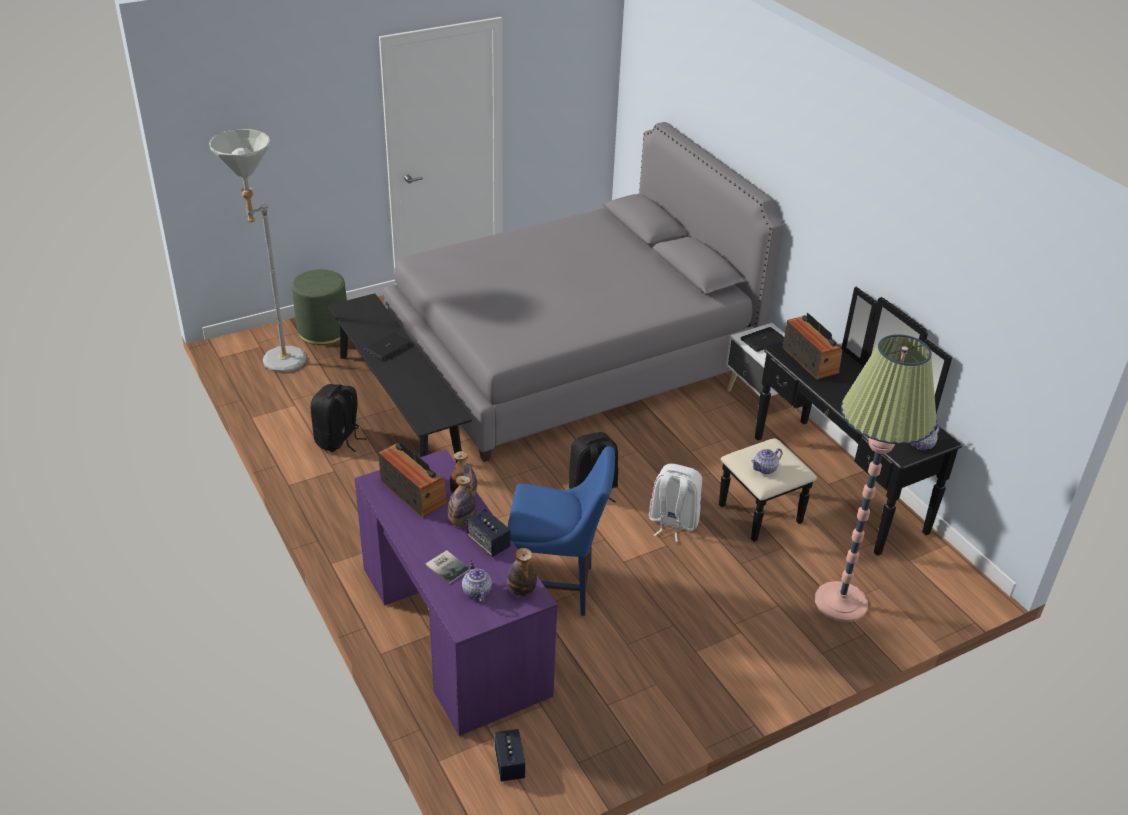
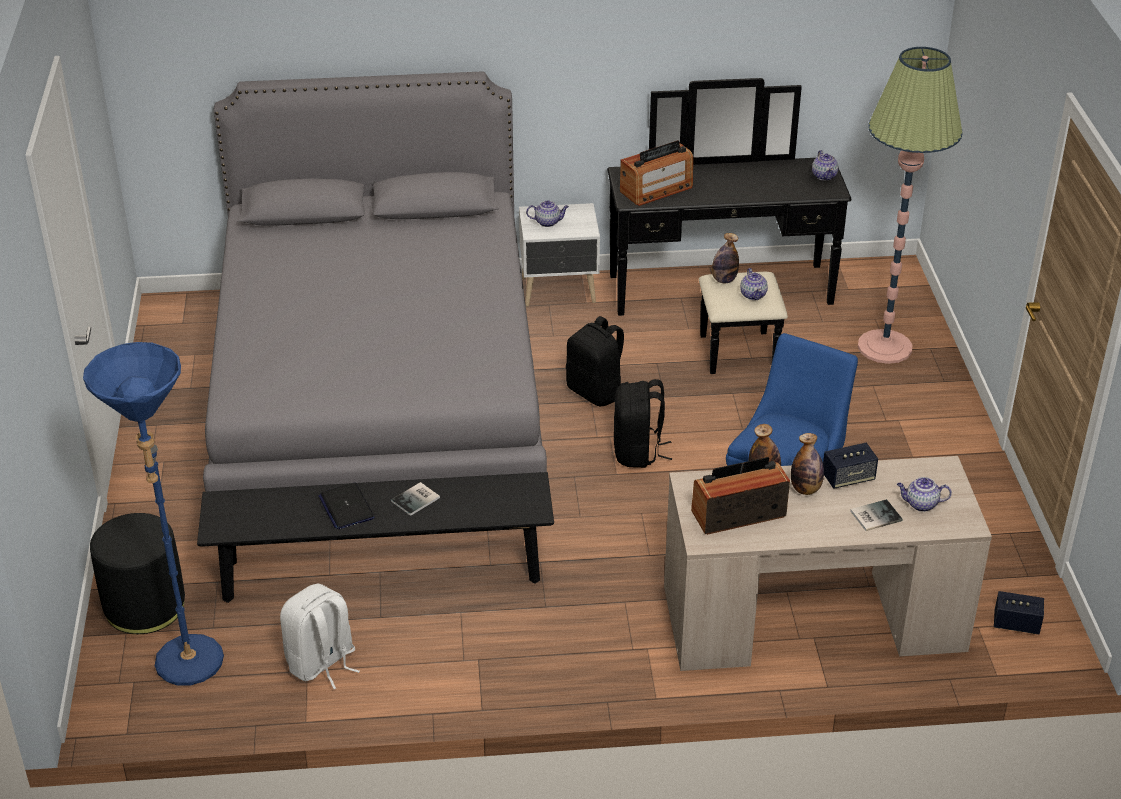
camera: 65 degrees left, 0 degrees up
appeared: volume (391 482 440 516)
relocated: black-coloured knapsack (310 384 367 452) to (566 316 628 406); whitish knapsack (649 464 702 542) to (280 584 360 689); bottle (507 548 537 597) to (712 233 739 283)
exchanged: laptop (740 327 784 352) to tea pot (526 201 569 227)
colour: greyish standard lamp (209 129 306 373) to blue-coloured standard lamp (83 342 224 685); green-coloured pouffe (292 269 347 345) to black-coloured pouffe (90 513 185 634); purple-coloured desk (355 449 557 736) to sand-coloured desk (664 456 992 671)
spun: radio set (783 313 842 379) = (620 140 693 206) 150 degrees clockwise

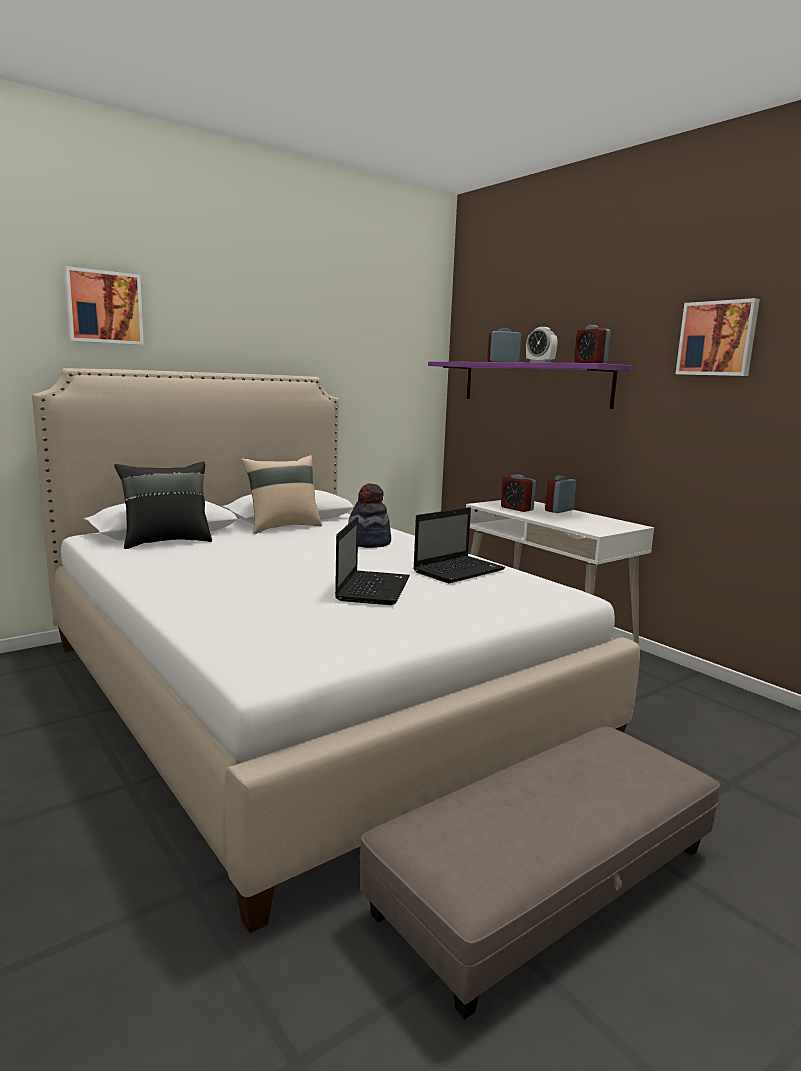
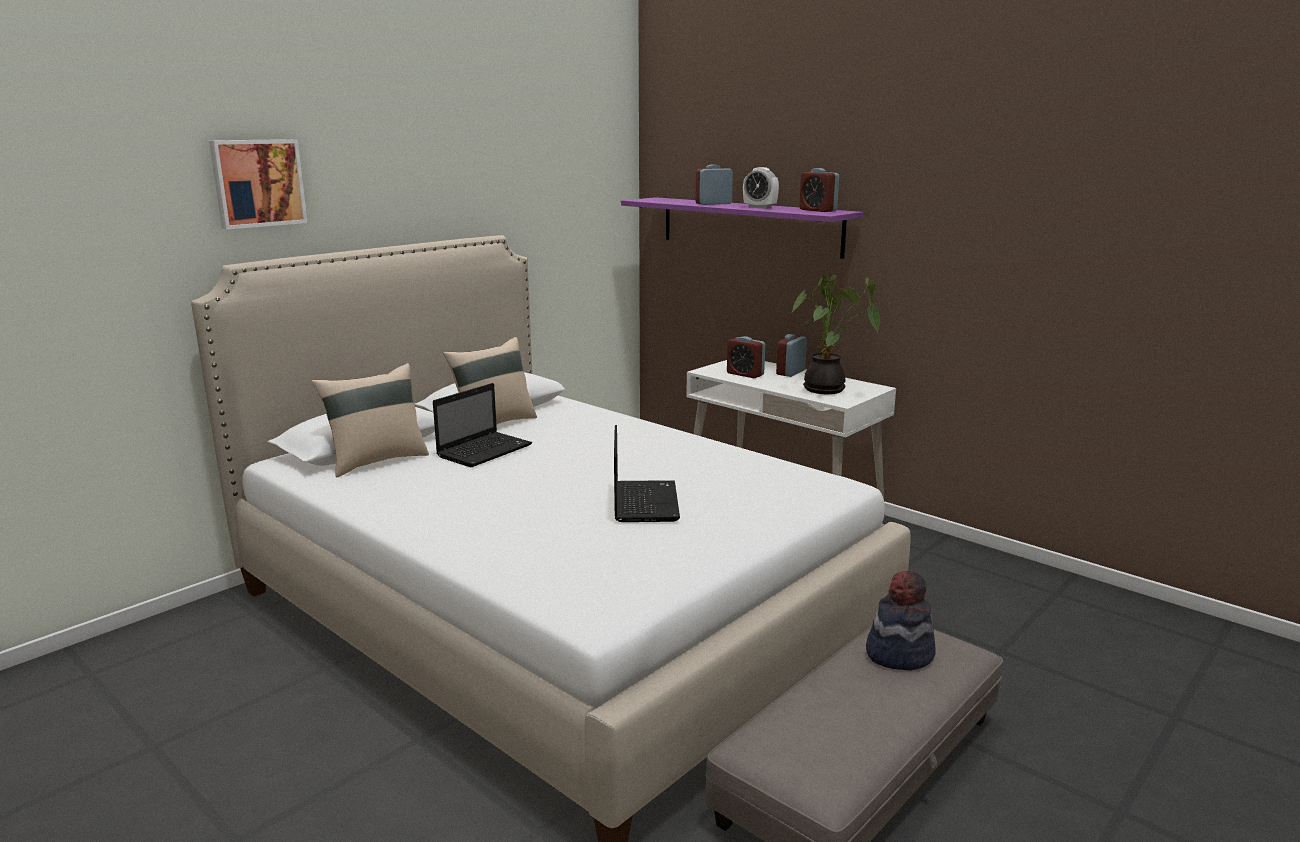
camera: 10 degrees left, 5 degrees up
missing: picture (676 298 760 376)
appeared: potted plant (791 275 880 394)
relocated: hat (348 483 391 548) to (866 571 936 670); laptop (413 507 505 583) to (433 383 532 467)
colour: black-coloured throw pillow (114 461 212 549) to sand-coloured throw pillow (312 363 429 477)

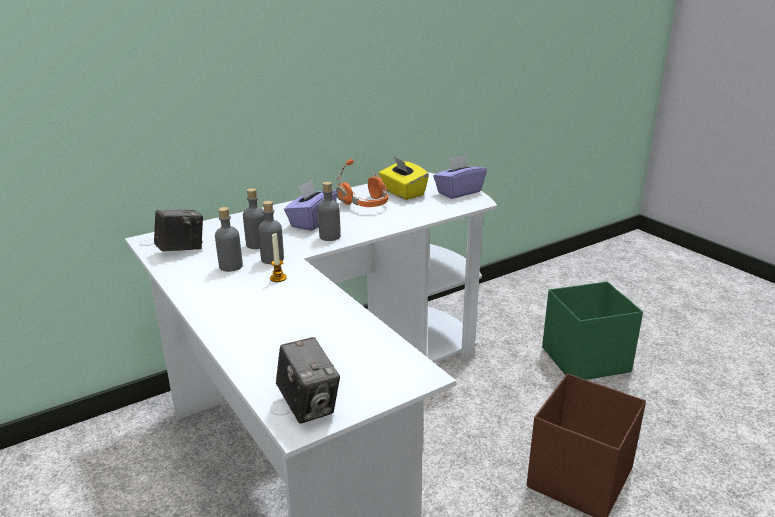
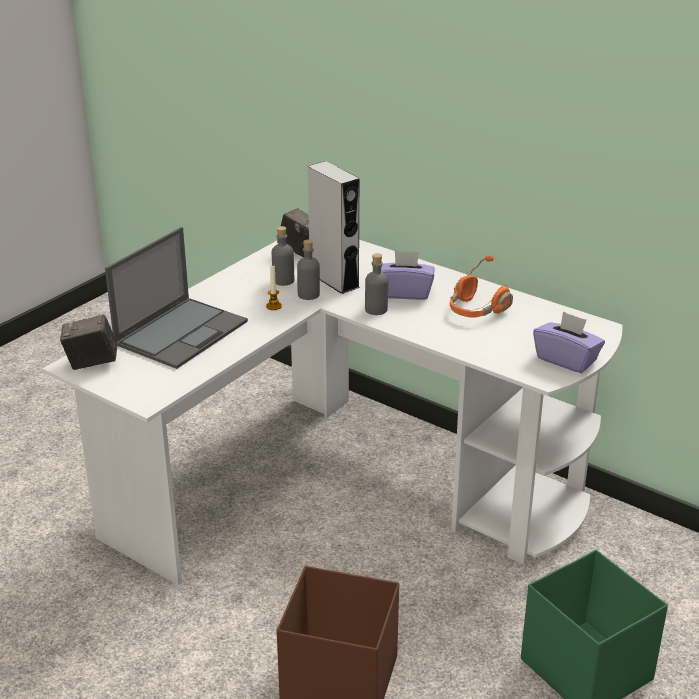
camera: 70 degrees right, 5 degrees up
missing: yellowish box of tissues (379 157 429 200)
appeared: laptop (105 227 248 369)
exchanged: greyish bottle (243 188 265 249) to greyish speaker (308 161 360 294)
spun: photo camera (276 337 340 424) = (60 315 117 370) 45 degrees clockwise

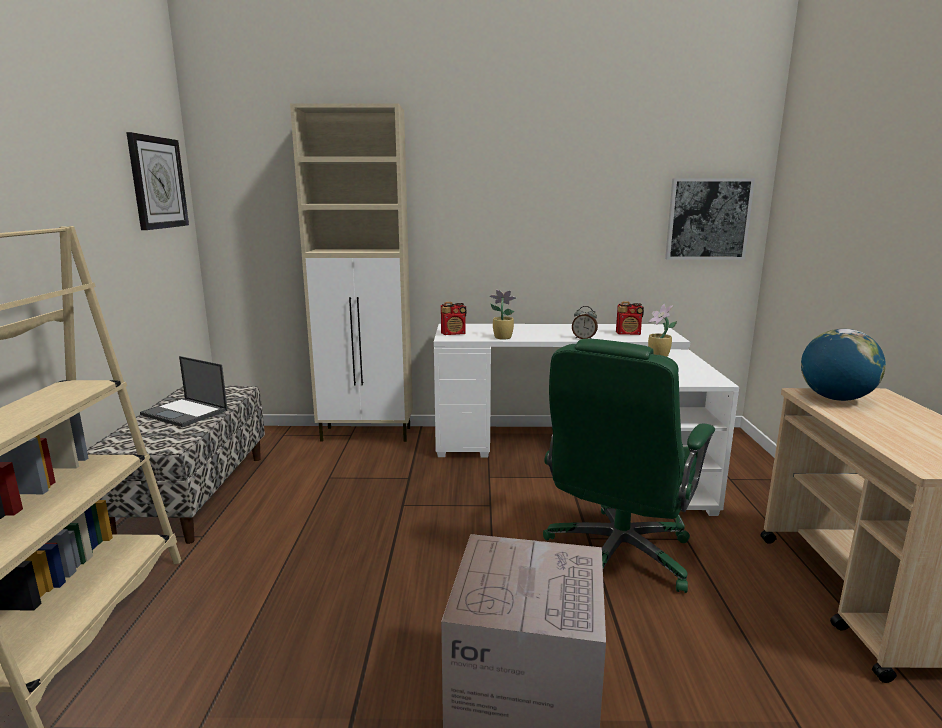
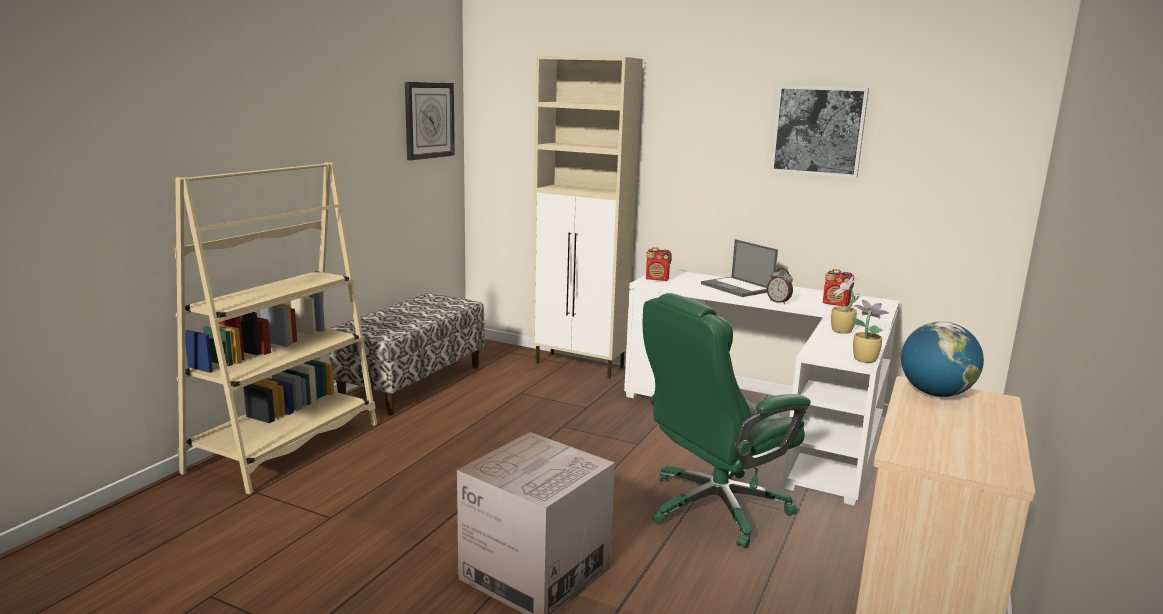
camera: 25 degrees right, 0 degrees up
relocated: picture (665 178 755 260) to (770 85 869 178); potted plant (489 290 516 340) to (853 300 890 363); laptop (140 356 228 427) to (701 239 778 297)

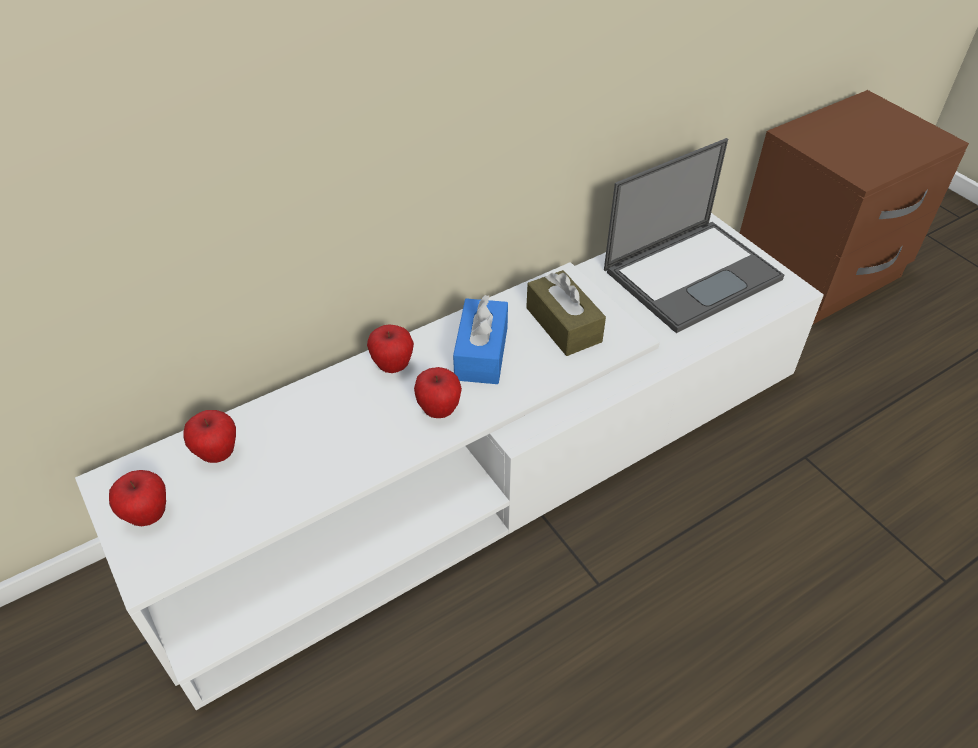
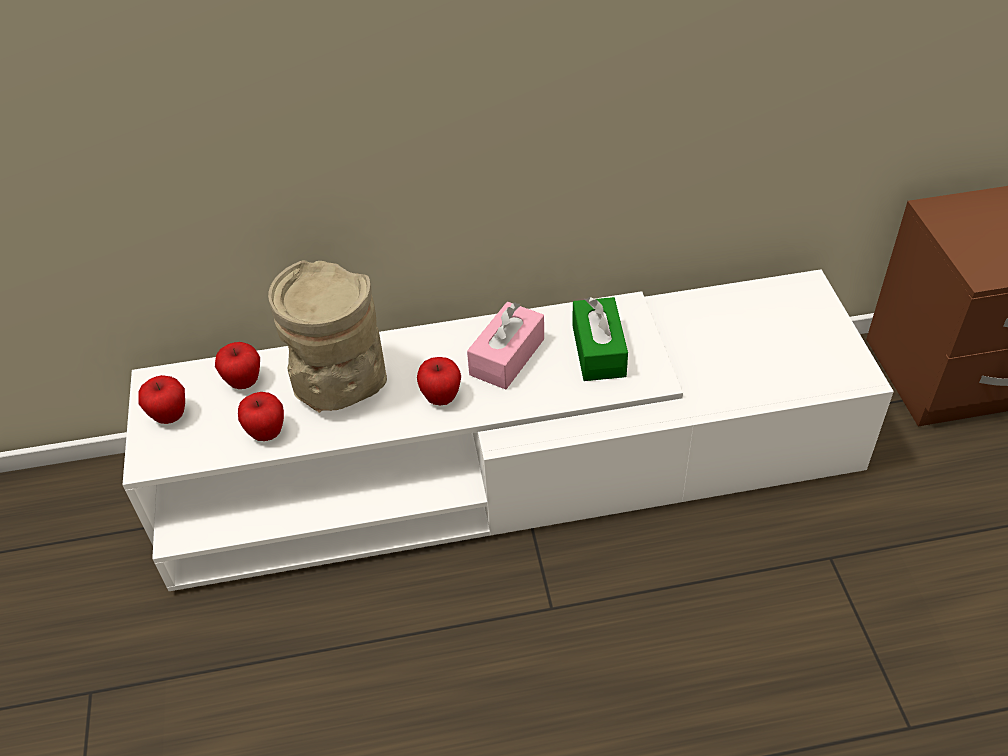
camera: 25 degrees right, 0 degrees up
missing: laptop (604 138 784 333)
appeared: sand-coloured vase (268 260 387 413)
relocated: apple fruit (367 324 414 373) to (238 392 284 441)
colour: brownish box of tissues (526 270 606 356) to green-coloured box of tissues (572 297 628 381); blue-coloured box of tissues (453 295 508 384) to pinkish box of tissues (467 302 544 389)

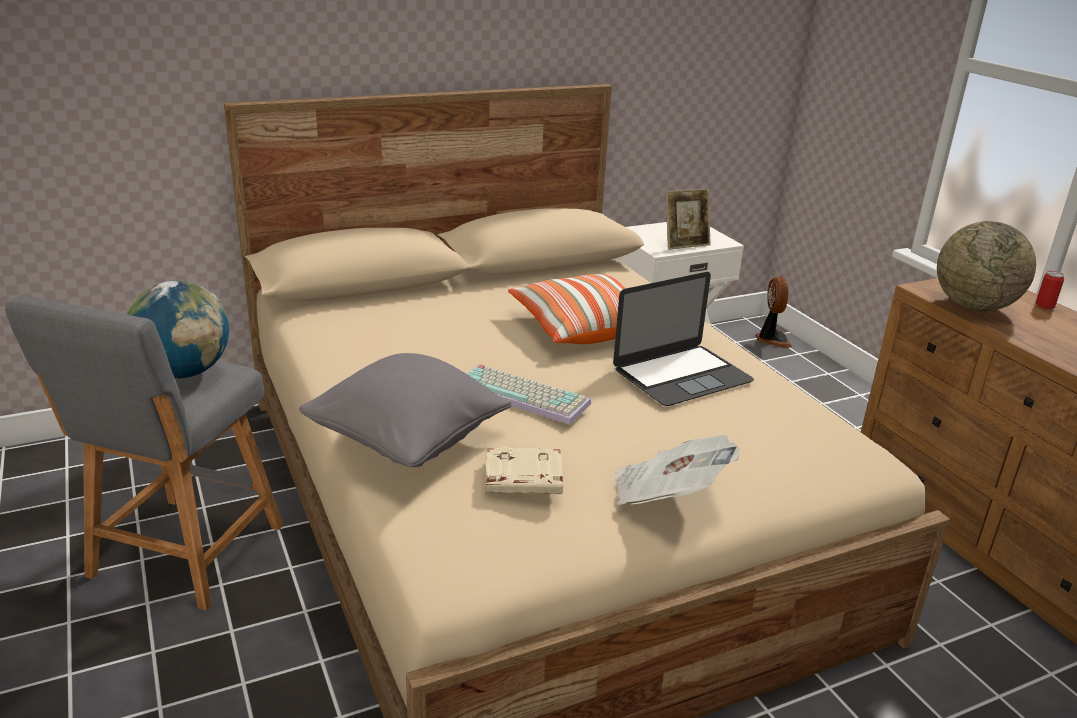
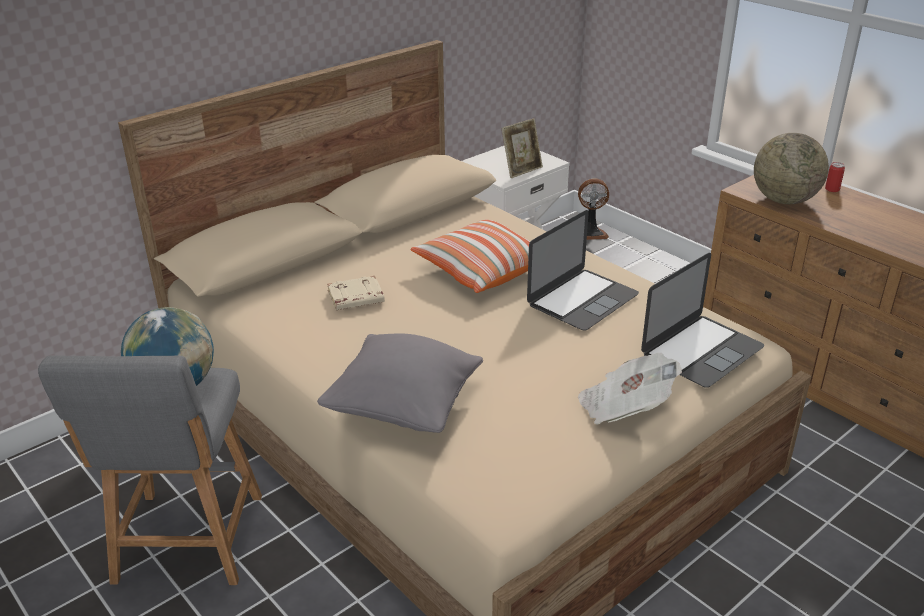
camera: 15 degrees left, 5 degrees up
missing: keyboard (467 364 591 425)
appeared: laptop (641 253 764 388)
relocated: sand-coloured volume (486 447 563 494) to (327 276 385 310)
spun: cooling fan (755 276 792 348) = (578 178 609 240) 105 degrees clockwise

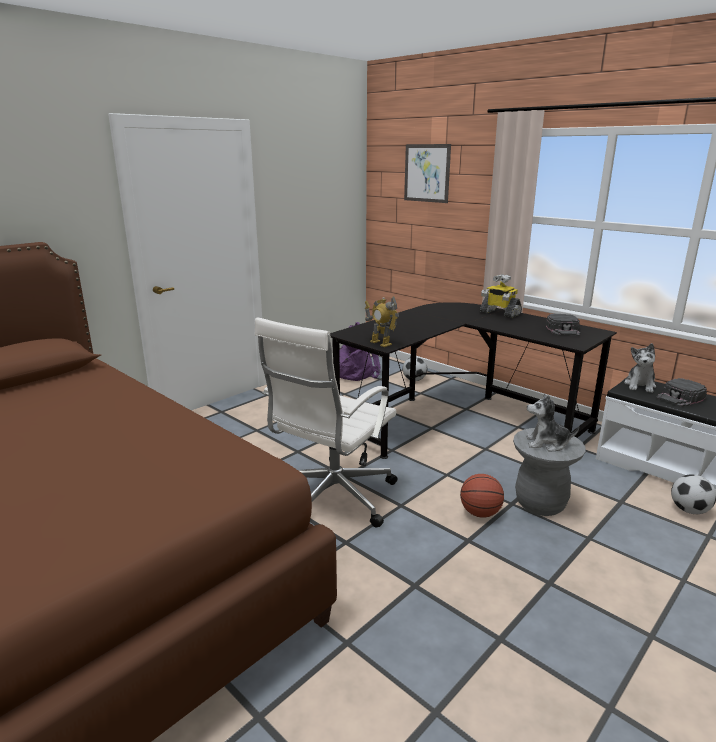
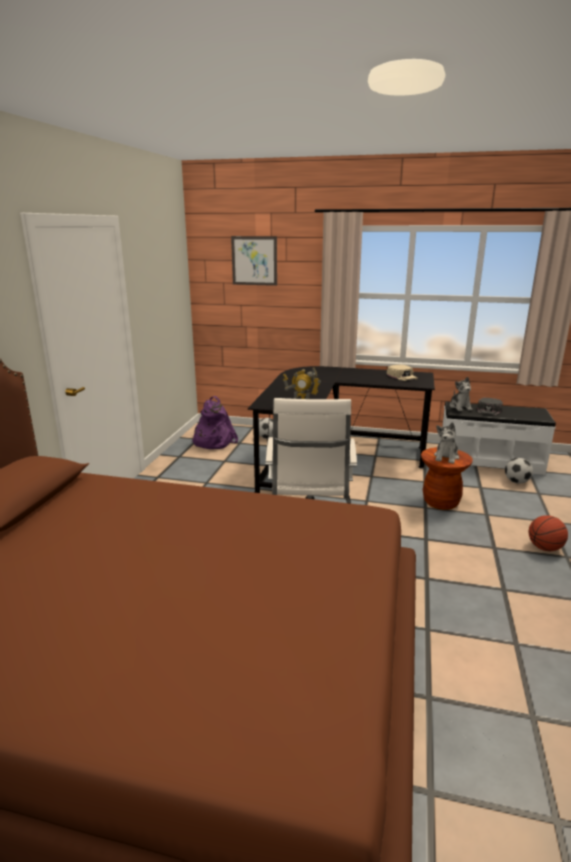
camera: 30 degrees left, 0 degrees up
missing: robot figure (480 274 522 318)
relocated: basketball (460 474 504 518) to (529 515 568 551)
colour: black-coloured cap (546 314 581 336) to sand-coloured cap (387 364 418 381); greyish stool (513 428 586 516) to brownish stool (421 447 473 510)
spun: plush toy (526 394 579 452) = (434 422 459 464) 45 degrees counterclockwise

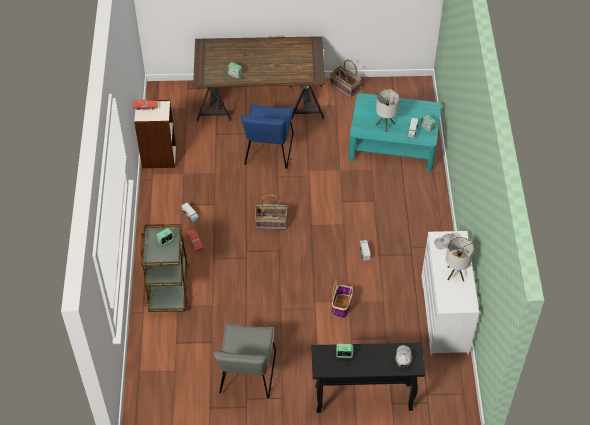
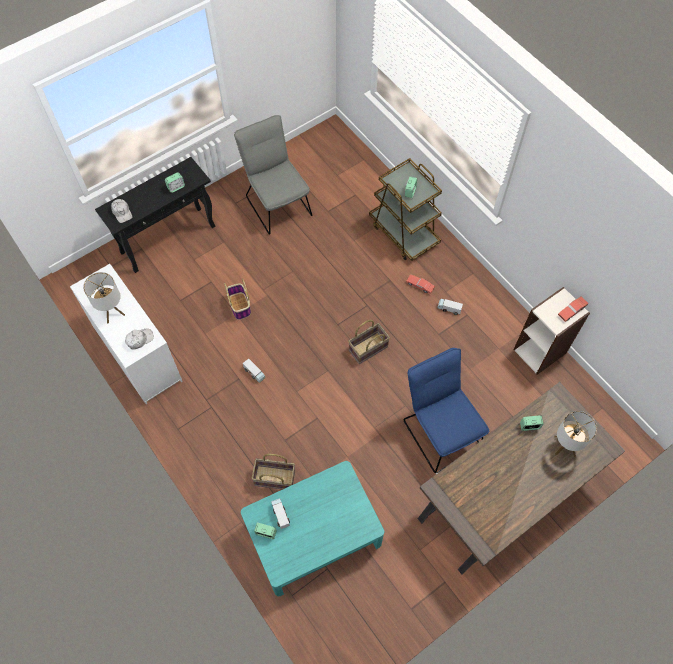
camera: 145 degrees right, 10 degrees up
relocated: household basket (330 60 361 98) to (251 454 295 489); lamp for a table (376 89 399 132) to (554 411 597 457)

